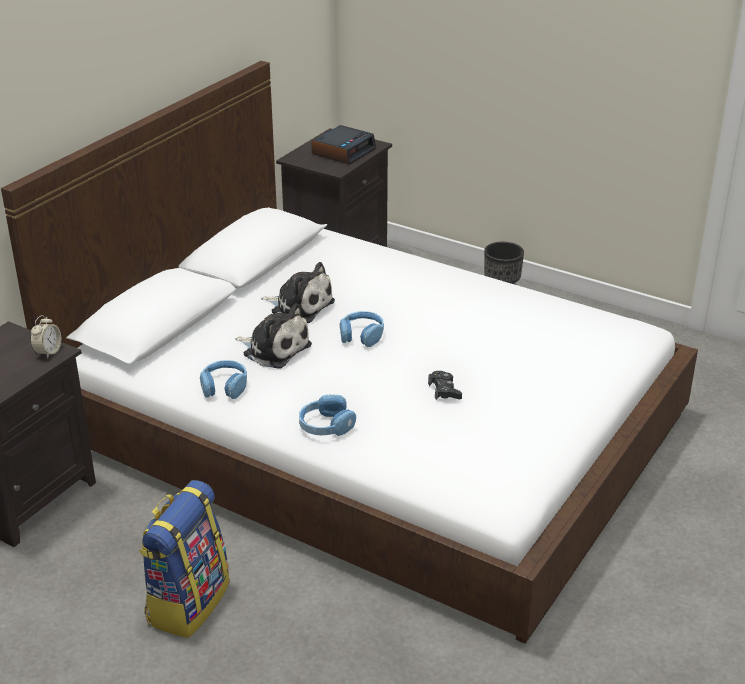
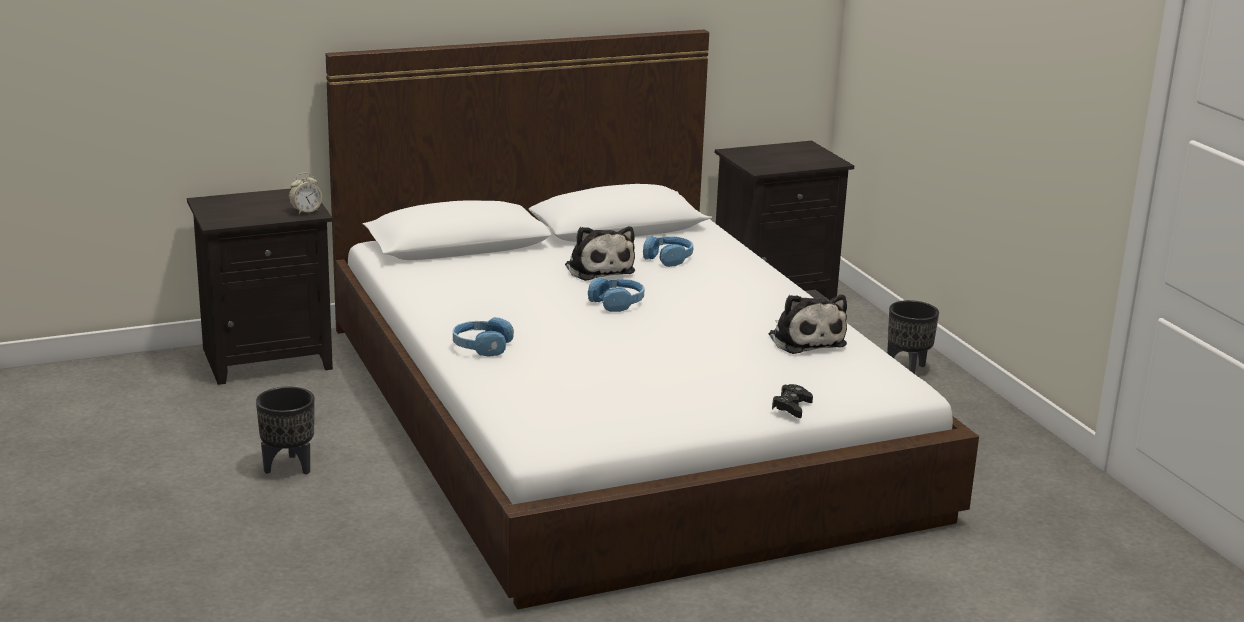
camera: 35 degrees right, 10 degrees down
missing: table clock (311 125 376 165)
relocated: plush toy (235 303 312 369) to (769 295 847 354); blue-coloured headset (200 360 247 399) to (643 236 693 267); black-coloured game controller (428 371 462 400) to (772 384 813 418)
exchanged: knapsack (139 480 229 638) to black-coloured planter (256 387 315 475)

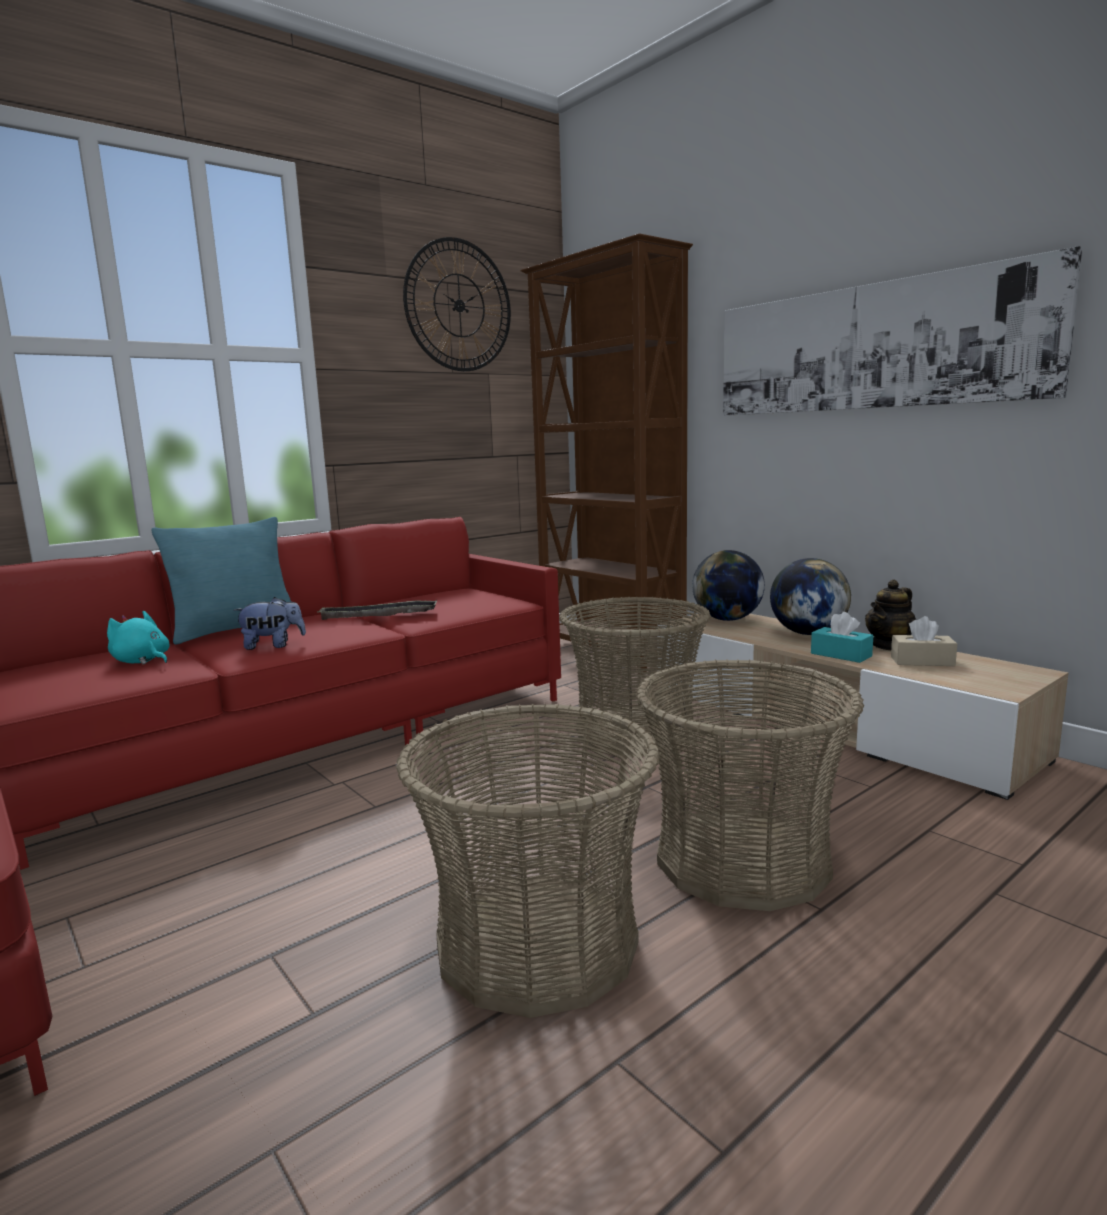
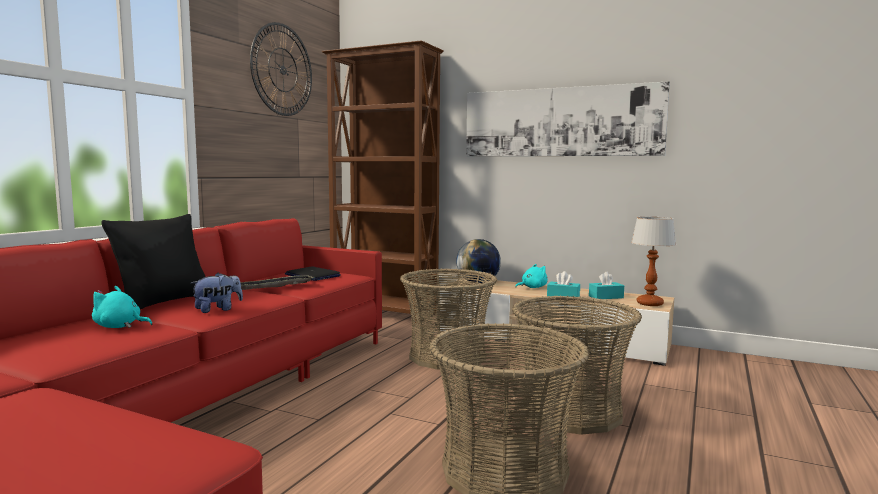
camera: 25 degrees left, 5 degrees down
missing: tea pot (865 579 916 650)
appeared: lamp for a table (631 217 676 306); laptop (285 267 341 281)
exchanged: globe (770 558 851 635) to blue-green plush toy (515 264 548 288)
colour: blue-green throw pillow (151 517 295 644) to black-coloured throw pillow (101 214 205 309); sand-coloured box of tissues (891 616 957 666) to blue-green box of tissues (589 272 624 299)

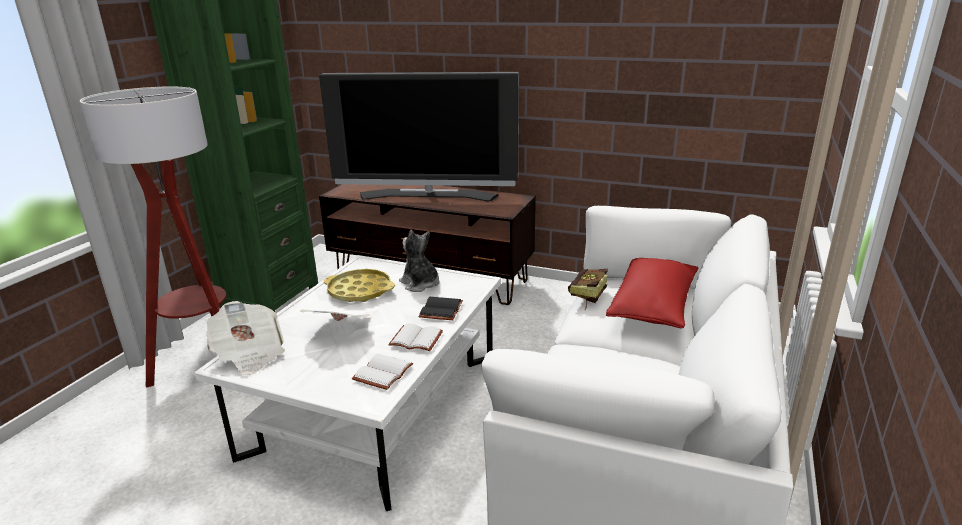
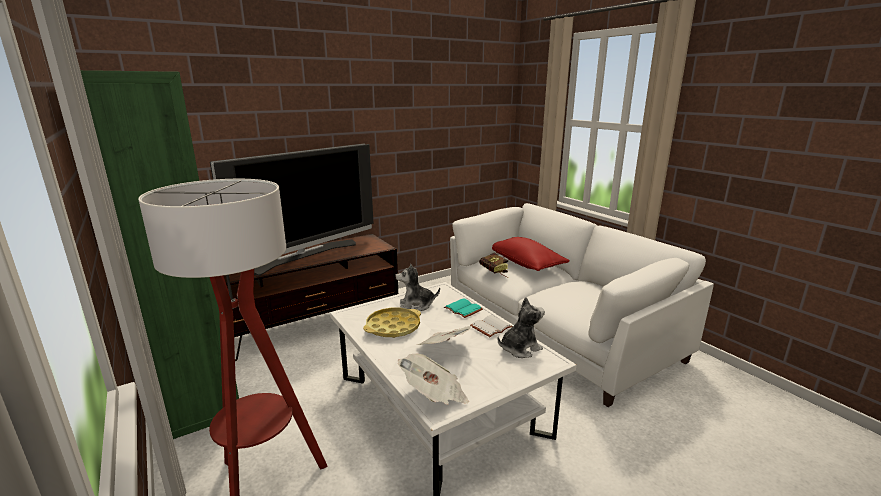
camera: 55 degrees left, 5 degrees down
exchanged: whitish volume (352 354 413 390) to plush toy (497 297 545 358)
colour: black-coloured volume (418 297 463 320) to blue-green volume (444 298 483 318)

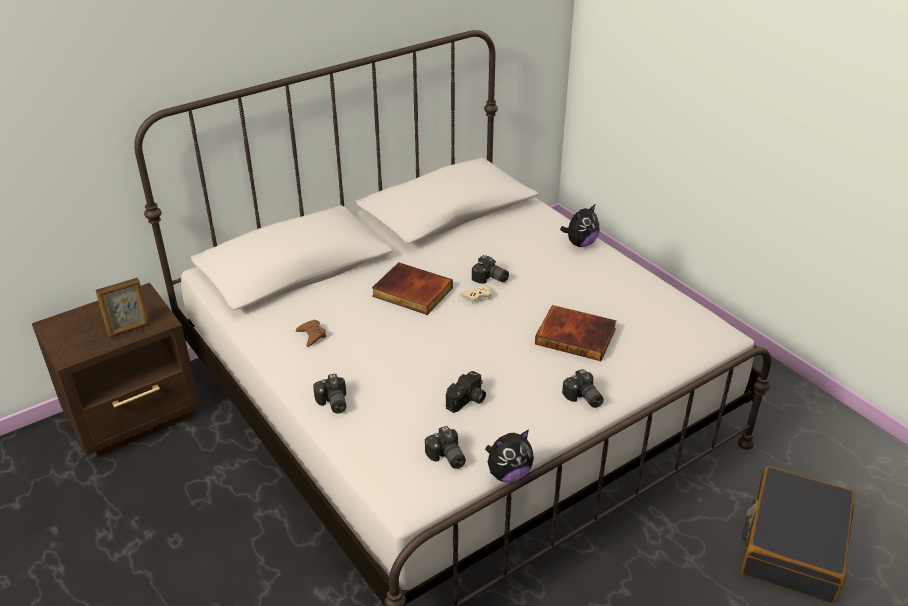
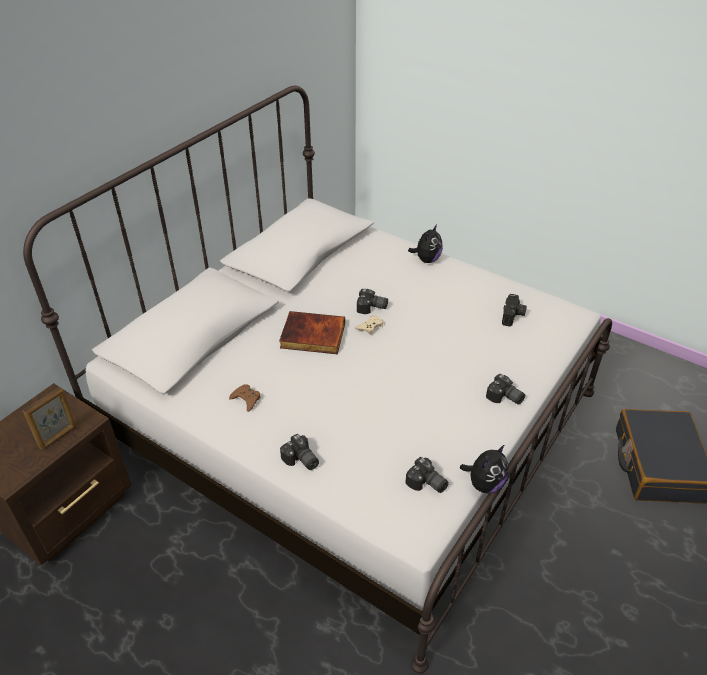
camera: 20 degrees left, 5 degrees up
missing: volume (535 305 617 361)
relocated: photo camera (446 371 486 413) to (502 294 527 327)

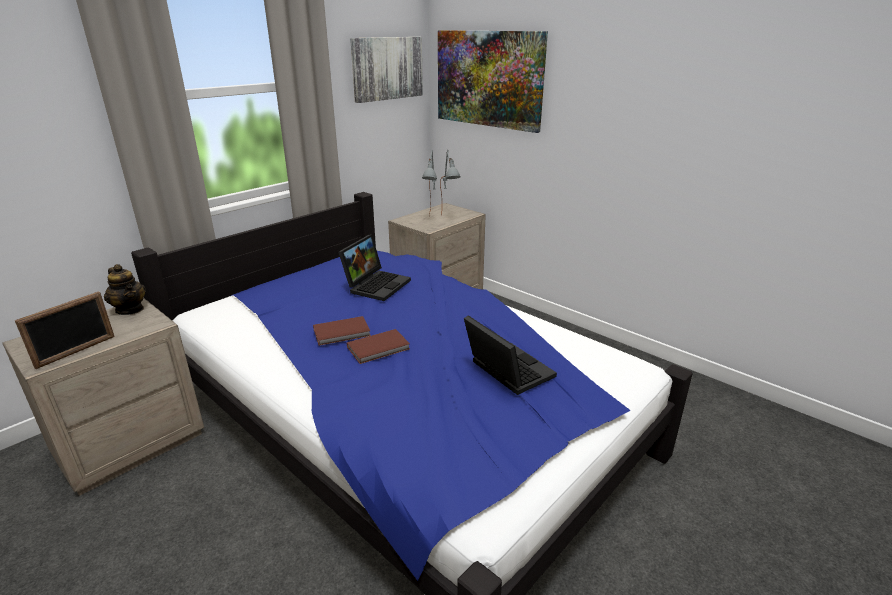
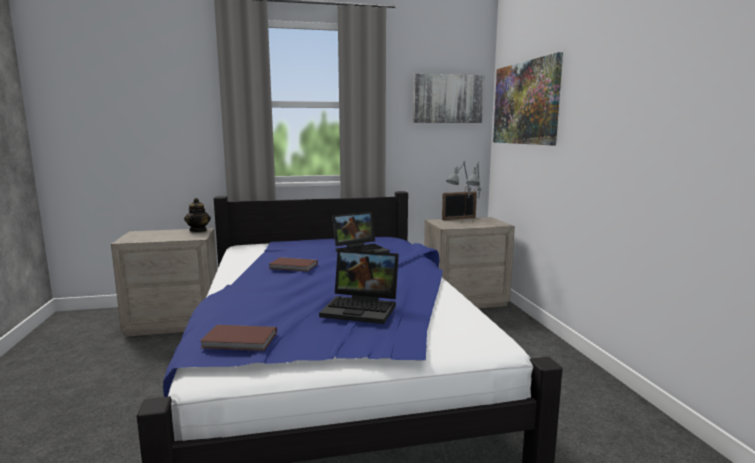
camera: 35 degrees right, 15 degrees down
relocated: standing frame (15 291 115 369) to (442 191 477 220); brownish volume (347 329 410 364) to (200 325 277 351)
spun: laptop (464 315 557 395) = (319 250 399 324) 105 degrees clockwise

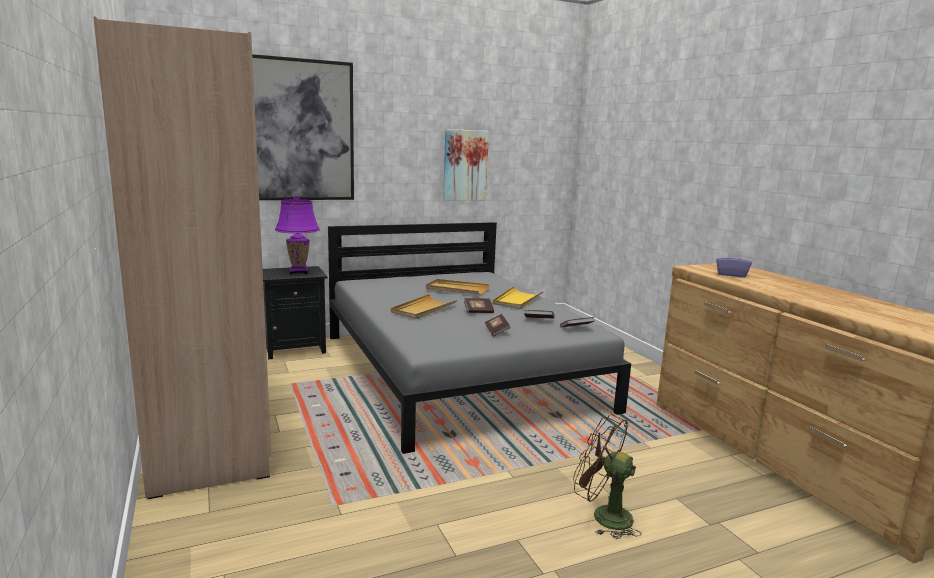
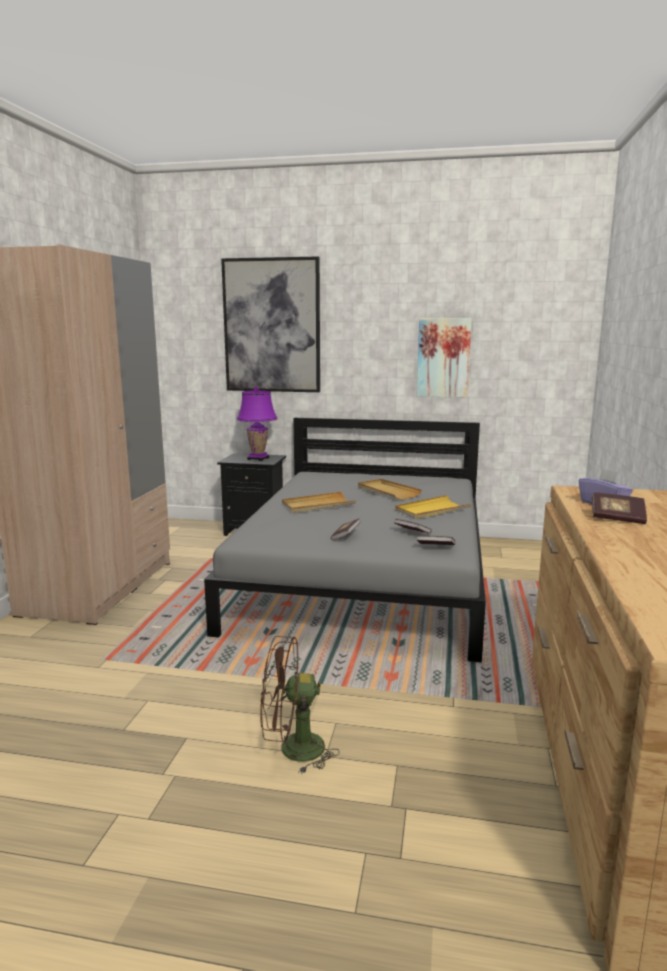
camera: 35 degrees right, 0 degrees up
relocated: volume (464 298 494 313) to (592 492 647 524)
spun: brownish cooling fan (573 414 641 539) = (260 636 339 774) 75 degrees counterclockwise

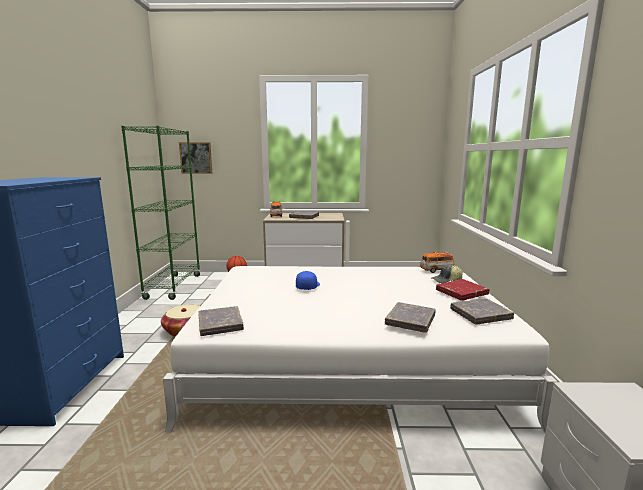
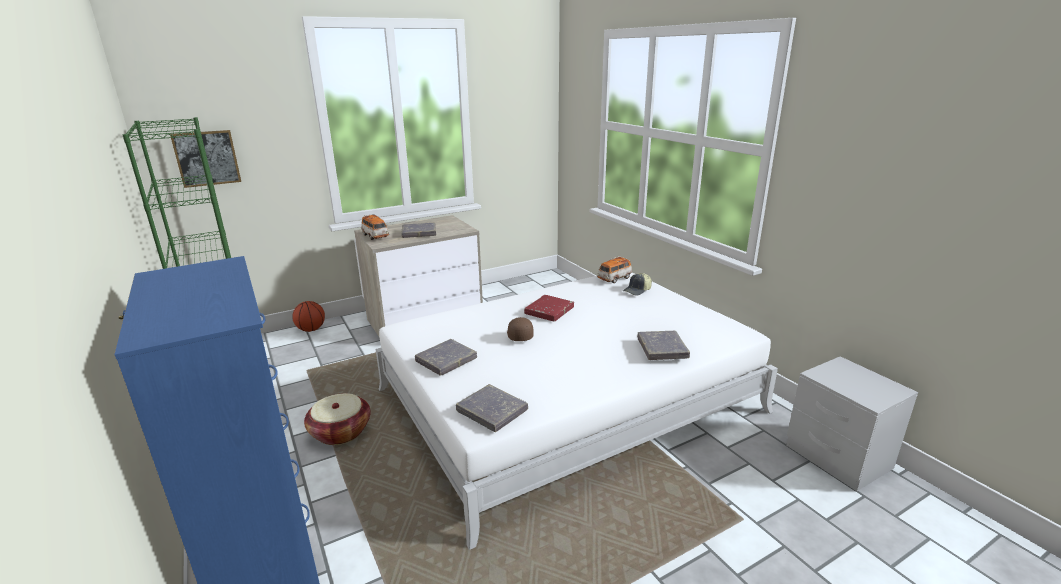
camera: 30 degrees left, 10 degrees up
relocated: red-coloured volume (436 279 489 301) to (524 295 574 322); greyish volume (450 298 514 325) to (415 339 477 376)
colour: blue-coloured cap (296 271 320 290) to brownish cap (507 317 534 341)

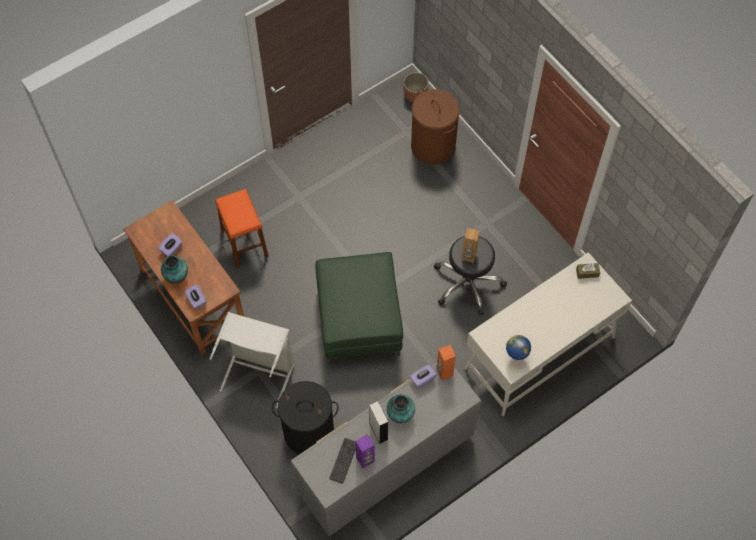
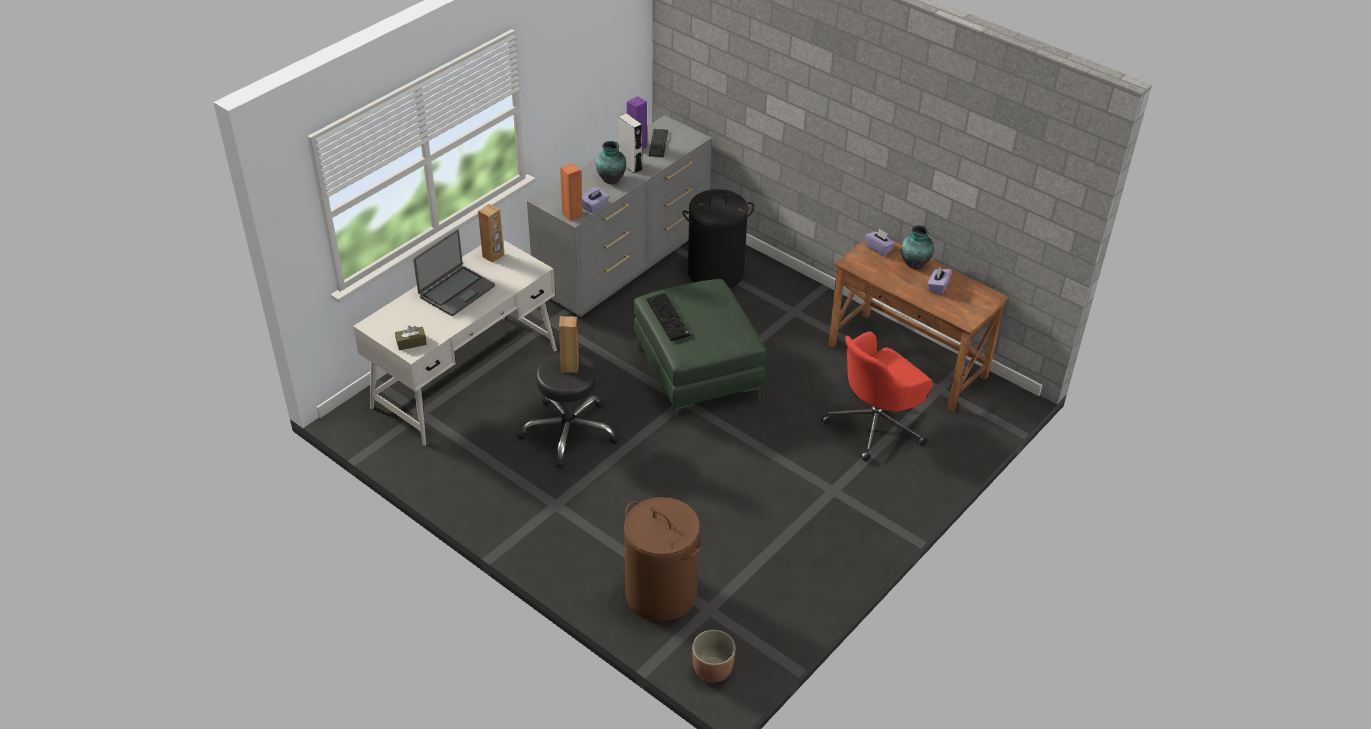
camera: 165 degrees right, 20 degrees down
missing: greyish hamper (210 312 295 408)
appeared: laptop (413 229 495 316); keyboard (647 293 690 341)
exchanged: orangey stool (215 189 269 268) to red-coloured desk chair (821 331 932 462); globe (506 335 531 360) to brownish speaker (478 204 504 263)

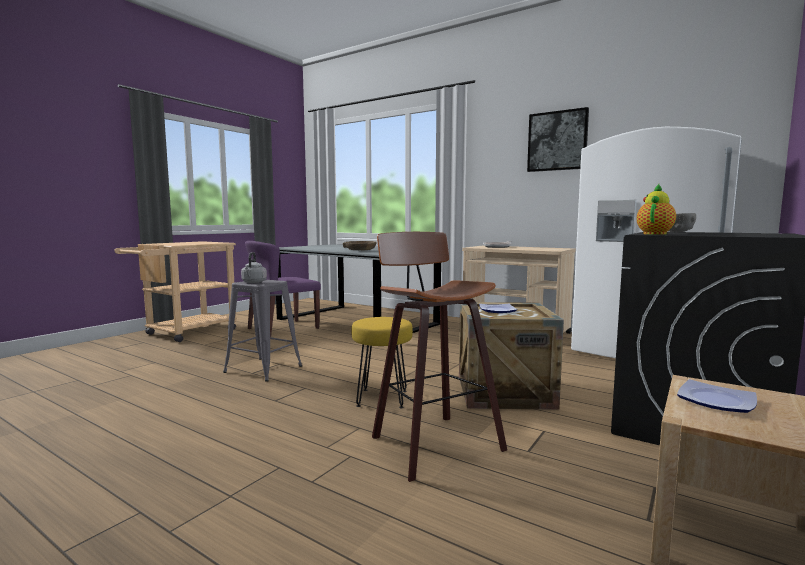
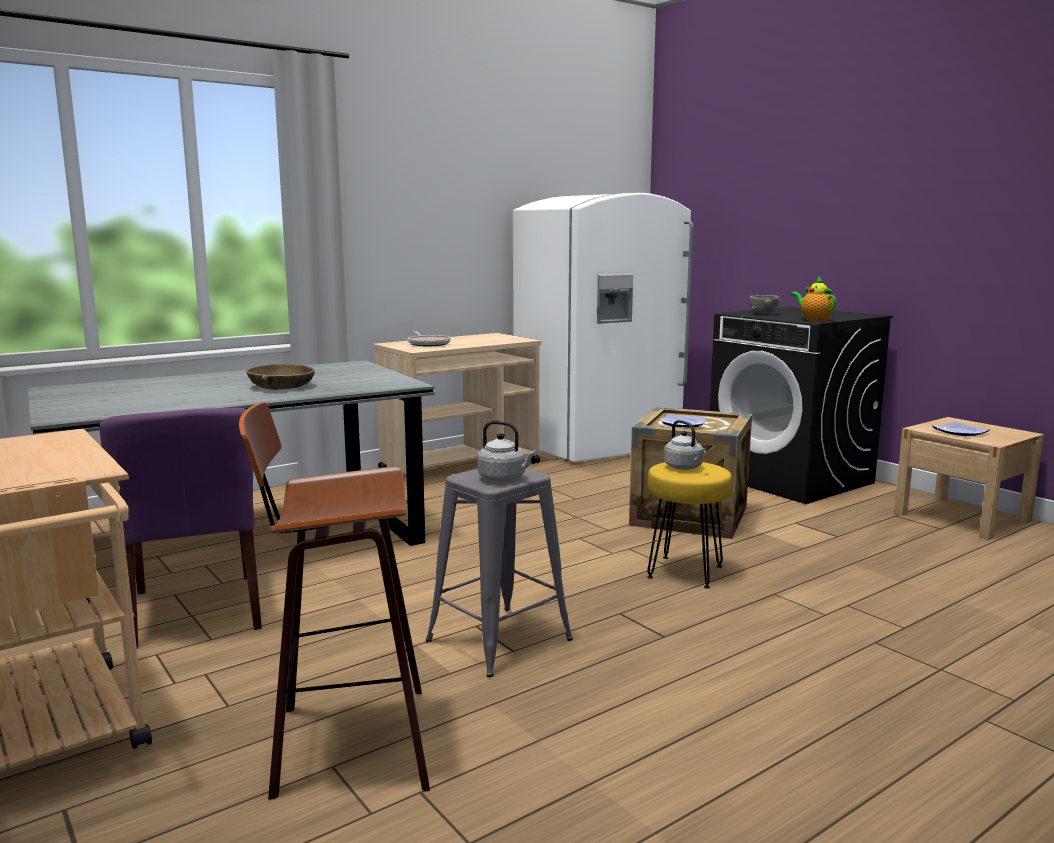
camera: 70 degrees left, 5 degrees up
missing: picture (527 107 589 172)
appeared: greyish kettle (664 420 706 470)
relocated: stool (372 232 507 482) to (239 402 430 800)

